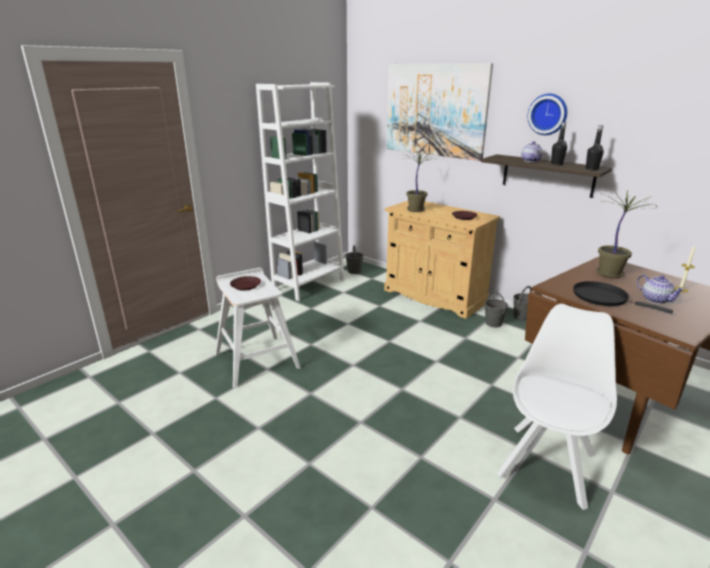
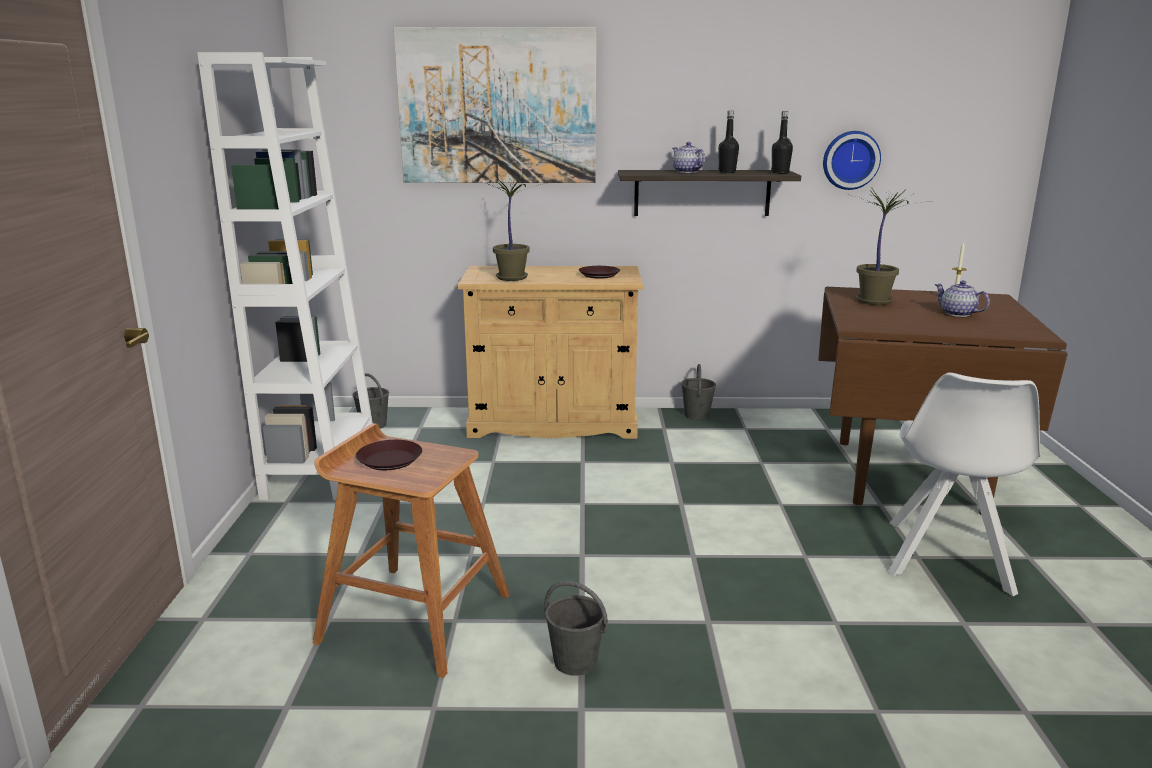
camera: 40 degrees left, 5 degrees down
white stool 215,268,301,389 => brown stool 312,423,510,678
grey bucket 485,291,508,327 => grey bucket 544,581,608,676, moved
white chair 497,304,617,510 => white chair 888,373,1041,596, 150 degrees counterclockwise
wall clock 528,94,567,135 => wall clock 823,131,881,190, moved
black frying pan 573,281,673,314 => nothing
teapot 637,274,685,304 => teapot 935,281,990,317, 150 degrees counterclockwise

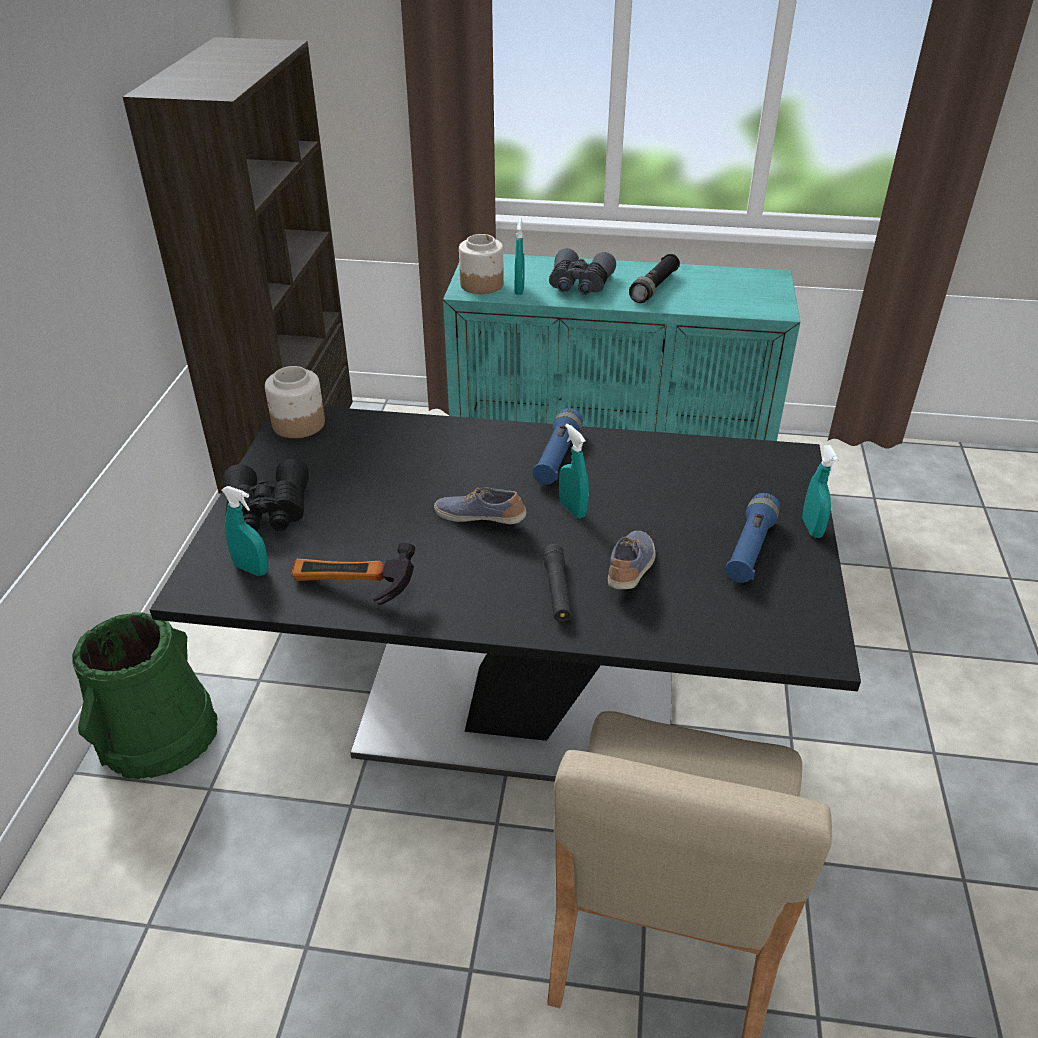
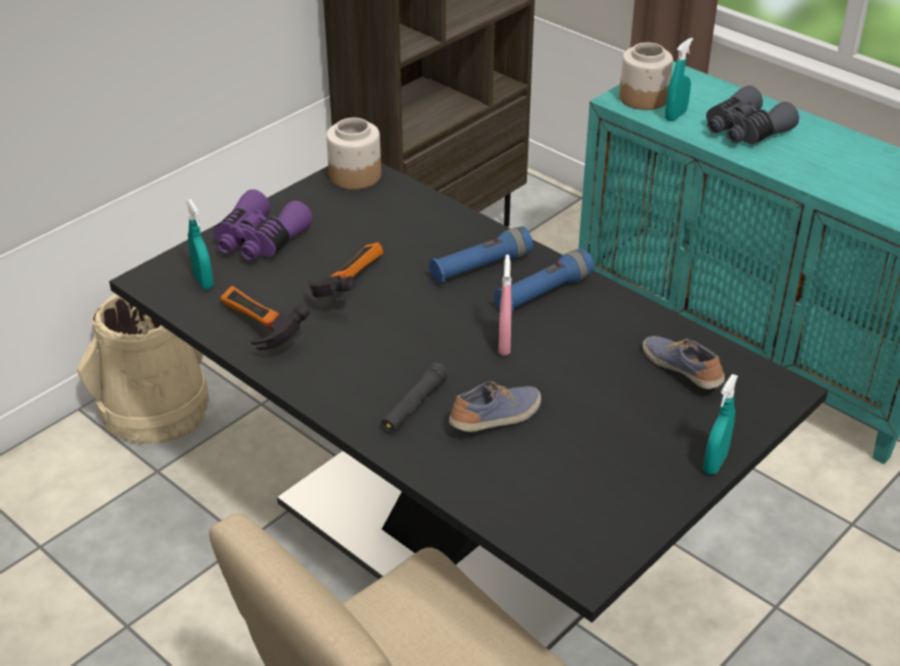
camera: 35 degrees right, 0 degrees up
green bucket 72,612,217,779 => beige bucket 77,294,210,444
black binoculars 223,459,309,531 => purple binoculars 213,189,313,260
shoe 434,487,527,524 => shoe 643,336,725,389, moved
turquoise spray bottle 559,424,589,518 => pink spray bottle 498,255,512,356
black flashlight 629,254,680,303 => nothing
blue flashlight 725,493,780,583 => blue flashlight 429,226,533,283, moved
nothing => hammer 308,242,383,298

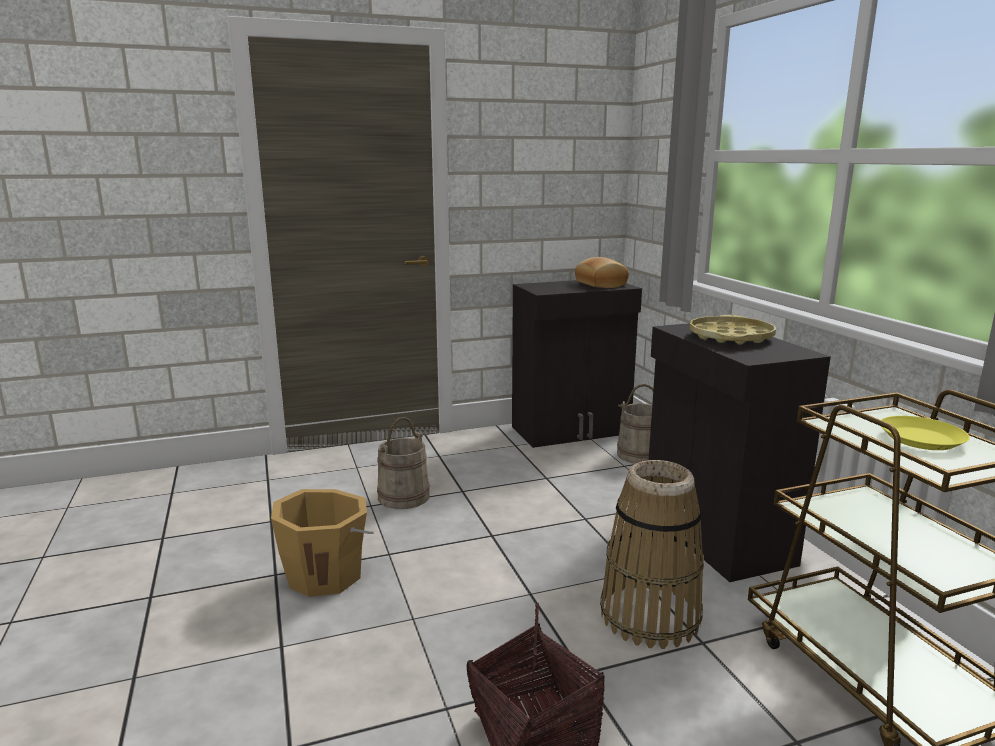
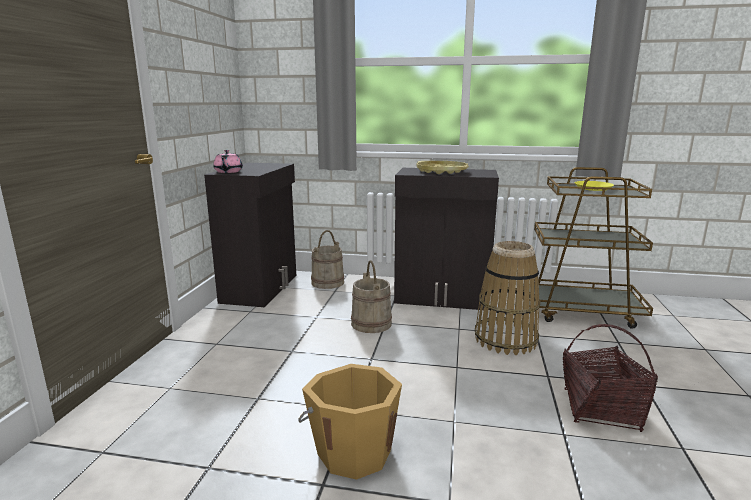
camera: 60 degrees left, 0 degrees up
beige bucket 377,417,430,509 => beige bucket 351,260,392,333, moved
bread 575,257,629,288 => nothing
nothing => pink teapot 213,150,243,173

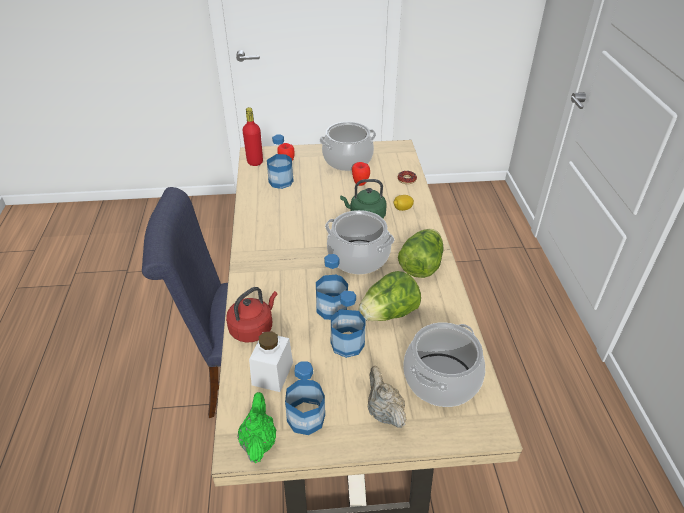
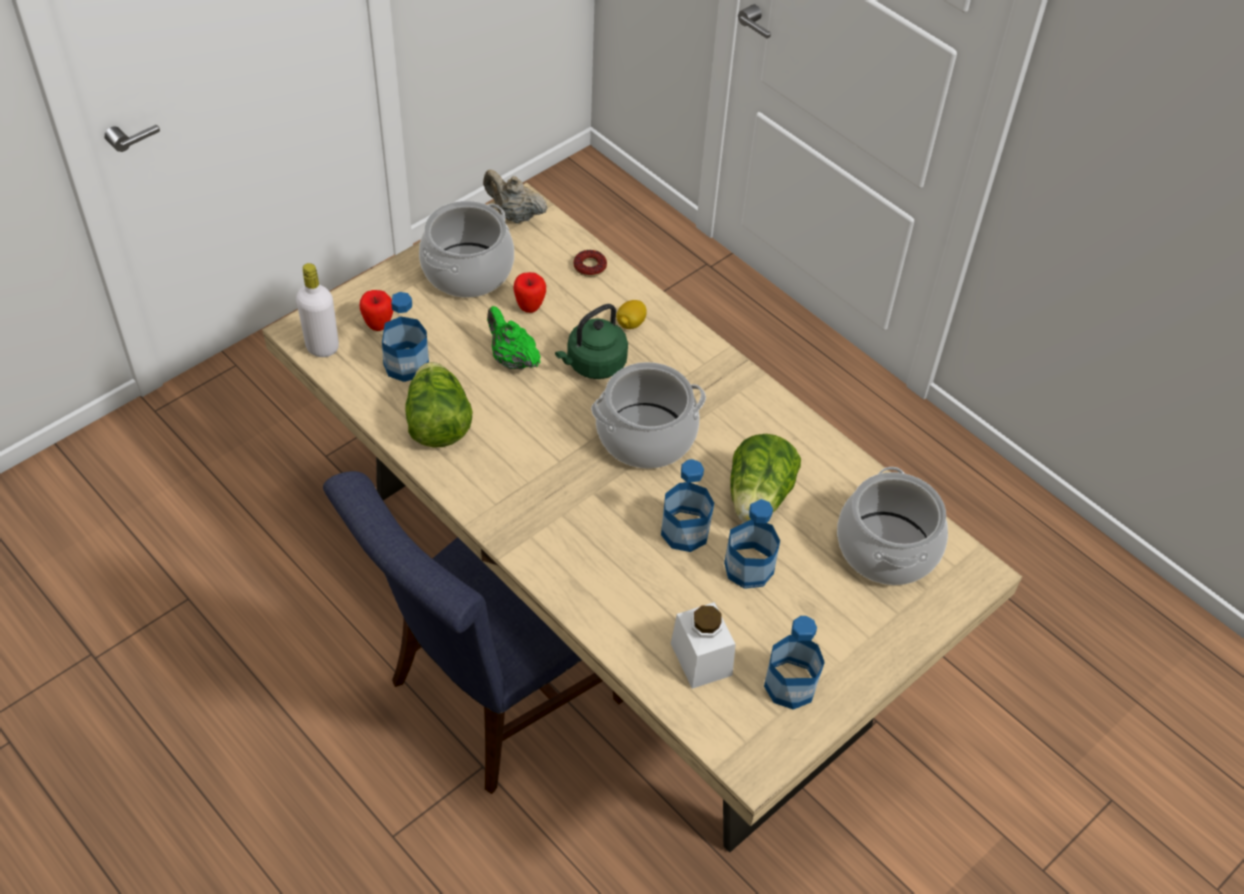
camera: 40 degrees left, 10 degrees up
red kettle 226,287,278,343 => nothing
green teapot 238,392,276,463 => green teapot 487,306,541,370, moved
red bottle 242,107,263,166 => white bottle 296,263,339,357
beige teapot 368,366,406,428 => beige teapot 483,170,548,224, moved
lettuce 398,229,444,278 => lettuce 405,362,472,448, moved

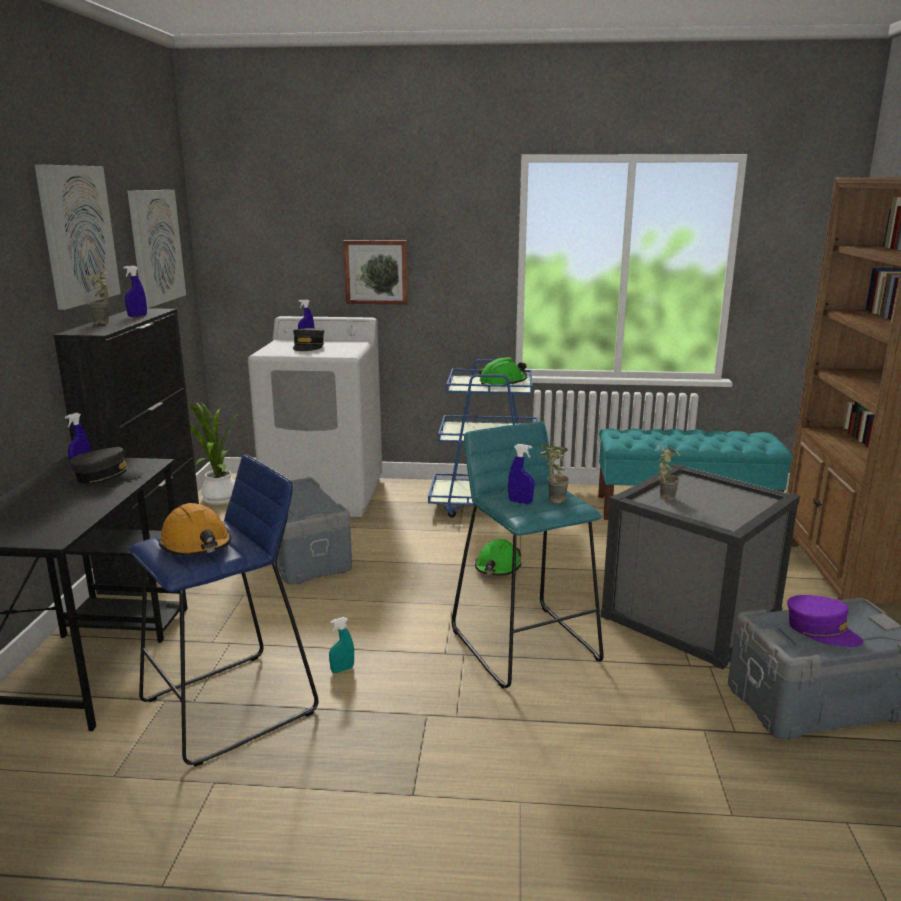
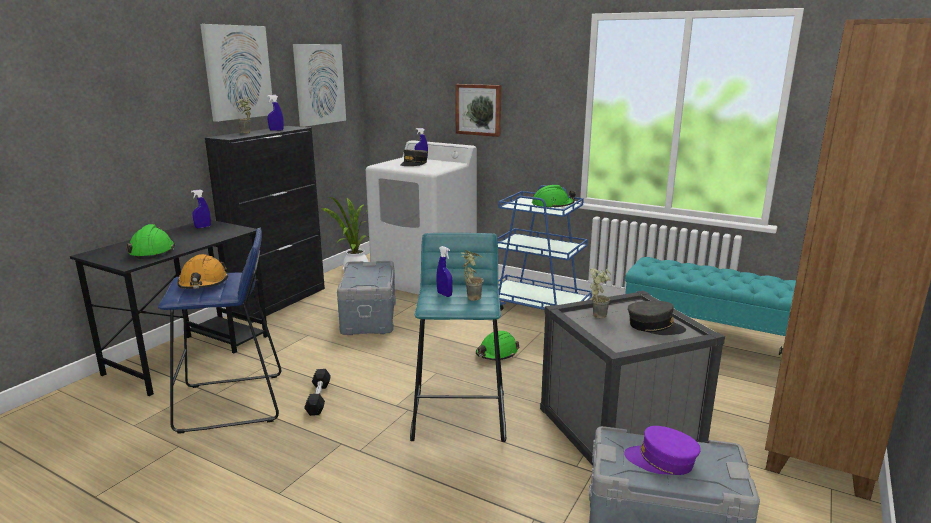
camera: 25 degrees right, 0 degrees up
grey cap 70,447,143,485 => grey cap 628,301,686,335, moved
turquoise spray bottle 329,617,354,673 => black dumbbell 304,369,331,416
purple cap 787,595,863,647 => purple cap 624,426,701,475, 135 degrees clockwise
nothing => green hard hat 126,224,175,259

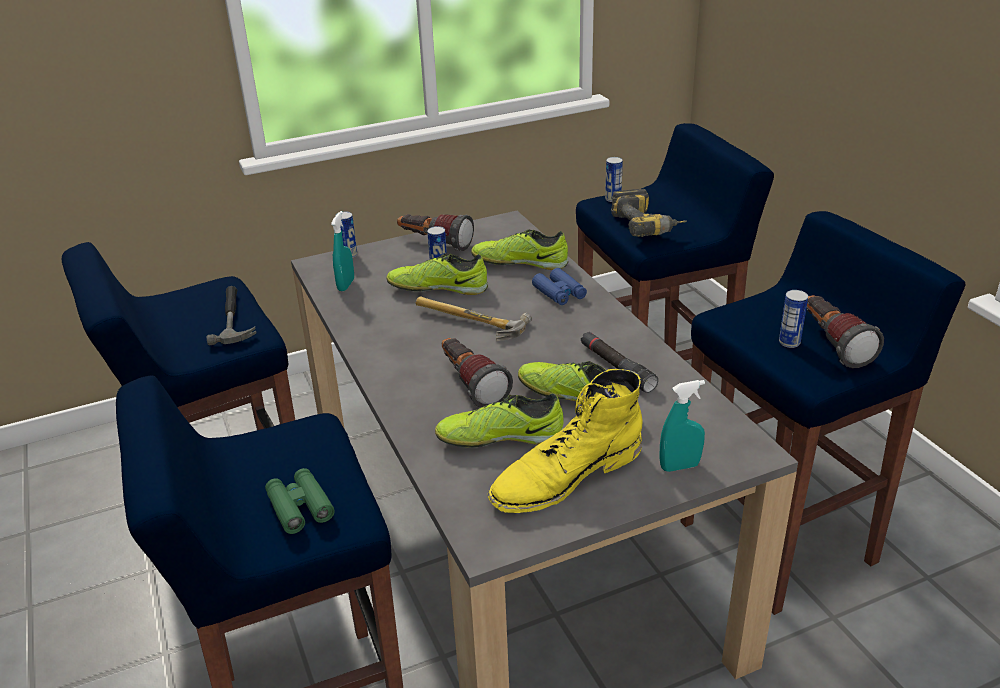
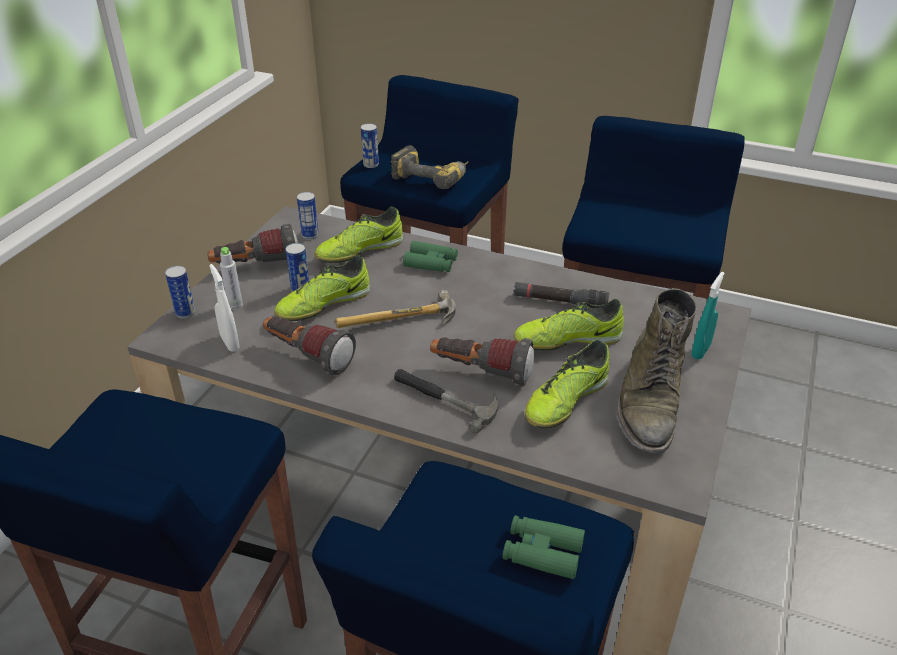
camera: 45 degrees left, 5 degrees up
hammer 207,286,256,346 => hammer 394,369,498,433, moved
turquoise spray bottle 331,211,354,291 => white spray bottle 209,264,240,352
yellow boot 488,369,643,513 => green boot 616,288,697,454
blue binoculars 532,268,587,305 => green binoculars 403,241,458,272
can 779,290,808,348 => can 297,192,319,240, moved
flashlight 807,295,884,368 => flashlight 263,316,356,375, moved
nothing => grey bottle 220,247,243,310

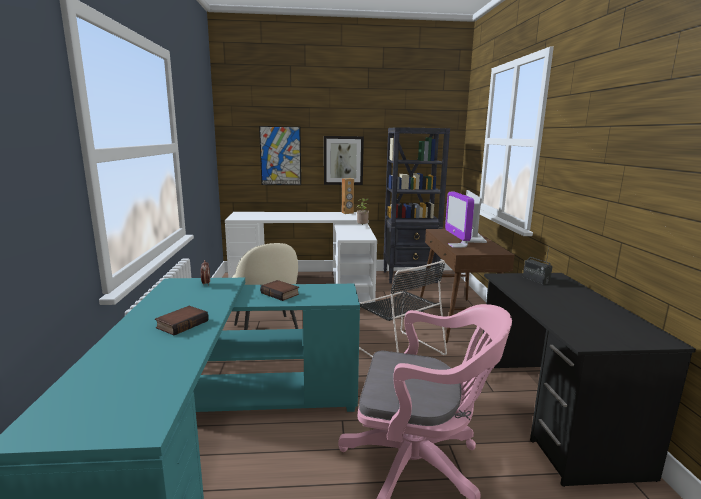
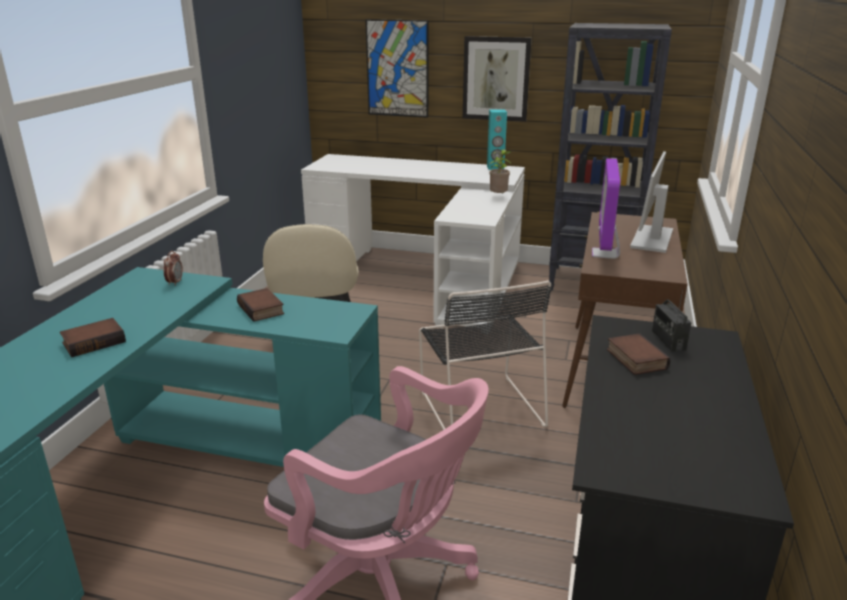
camera: 20 degrees right, 10 degrees up
brown speaker 342,178,354,214 => turquoise speaker 487,110,507,170
nothing => book 607,333,670,375

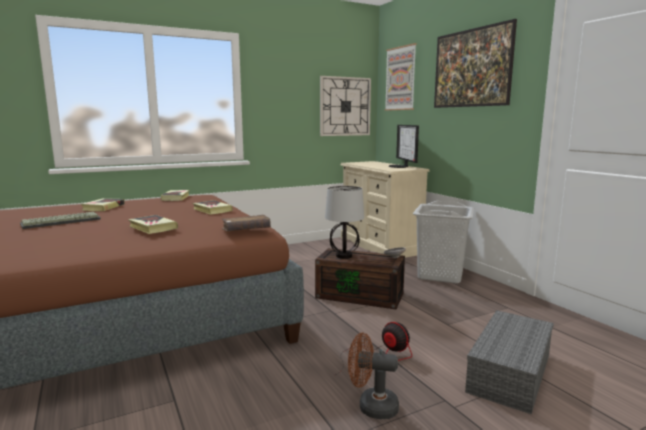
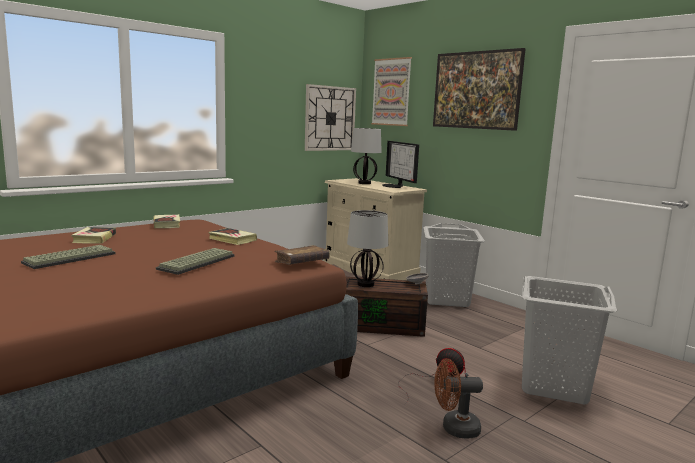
camera: 15 degrees left, 0 degrees up
book 128,215,178,234 => keyboard 156,248,235,275
grey storage box 465,310,554,414 => grey laundry basket 522,276,617,405
nothing => table lamp 351,128,382,184

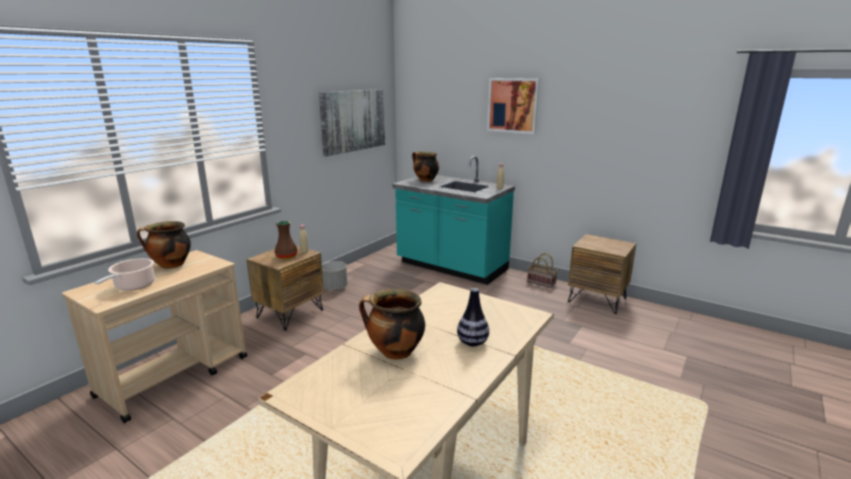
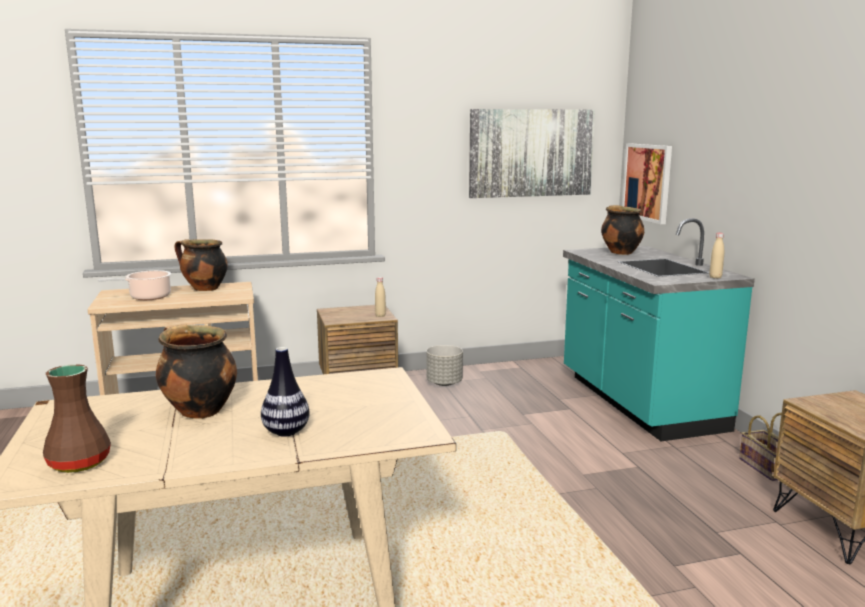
camera: 40 degrees right, 5 degrees down
brown vase 275,221,298,259 => brown vase 43,364,111,473, moved
picture 487,78,540,134 => picture 622,143,672,224, moved

